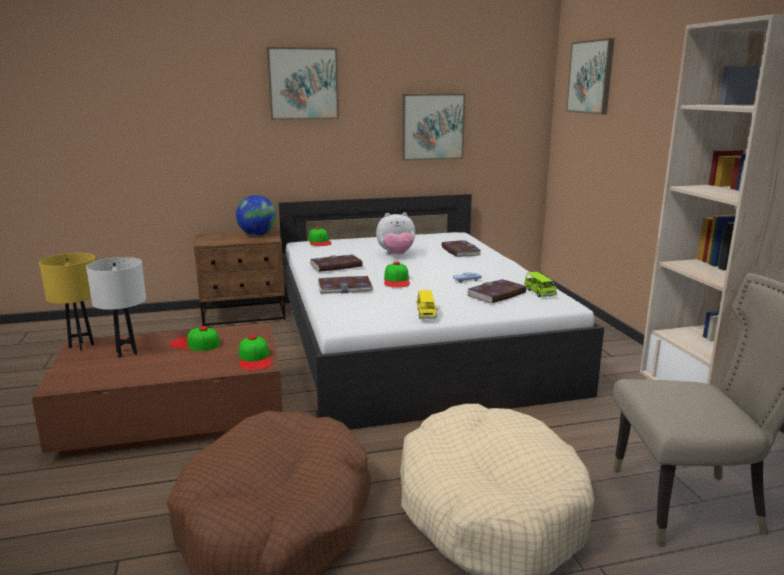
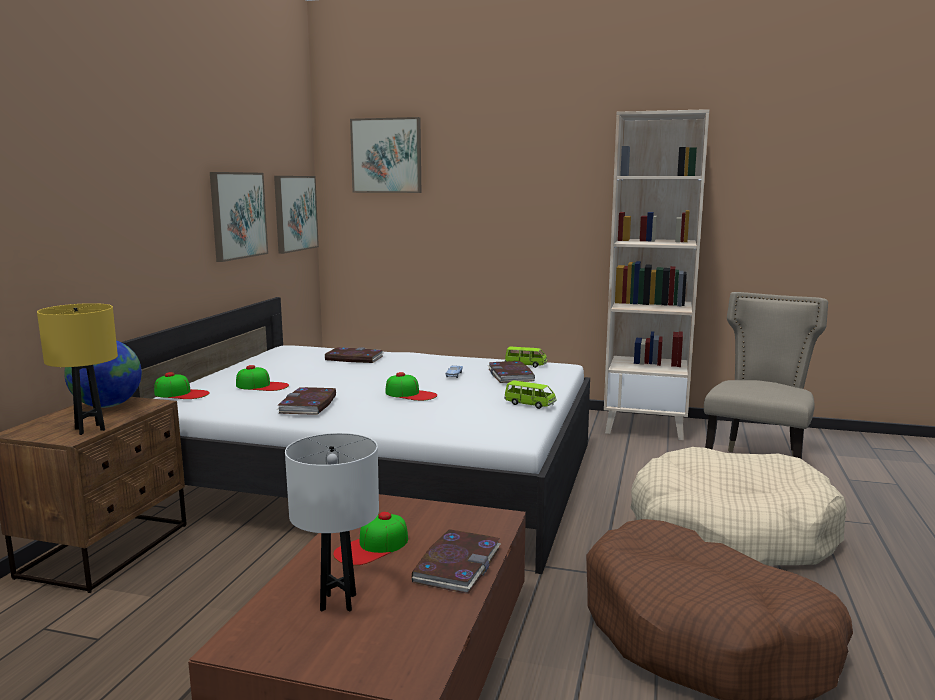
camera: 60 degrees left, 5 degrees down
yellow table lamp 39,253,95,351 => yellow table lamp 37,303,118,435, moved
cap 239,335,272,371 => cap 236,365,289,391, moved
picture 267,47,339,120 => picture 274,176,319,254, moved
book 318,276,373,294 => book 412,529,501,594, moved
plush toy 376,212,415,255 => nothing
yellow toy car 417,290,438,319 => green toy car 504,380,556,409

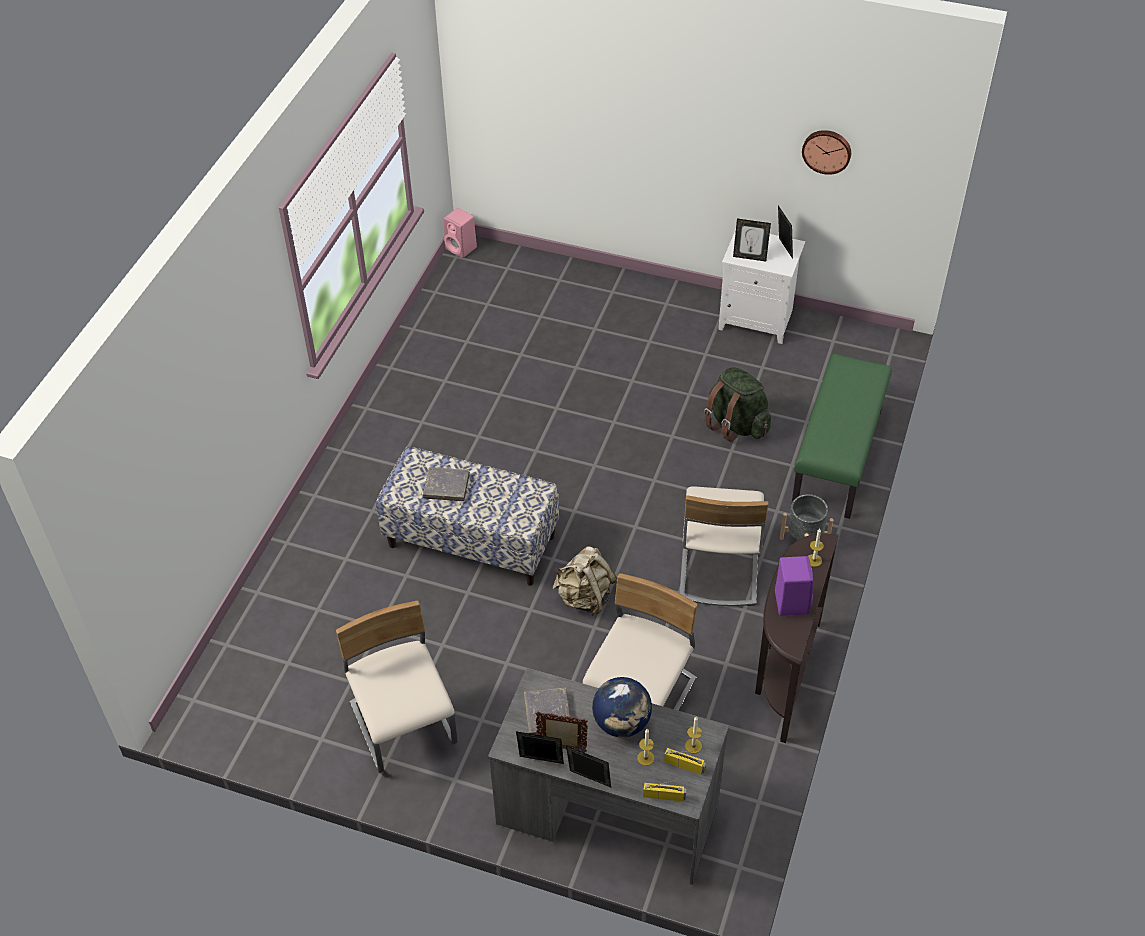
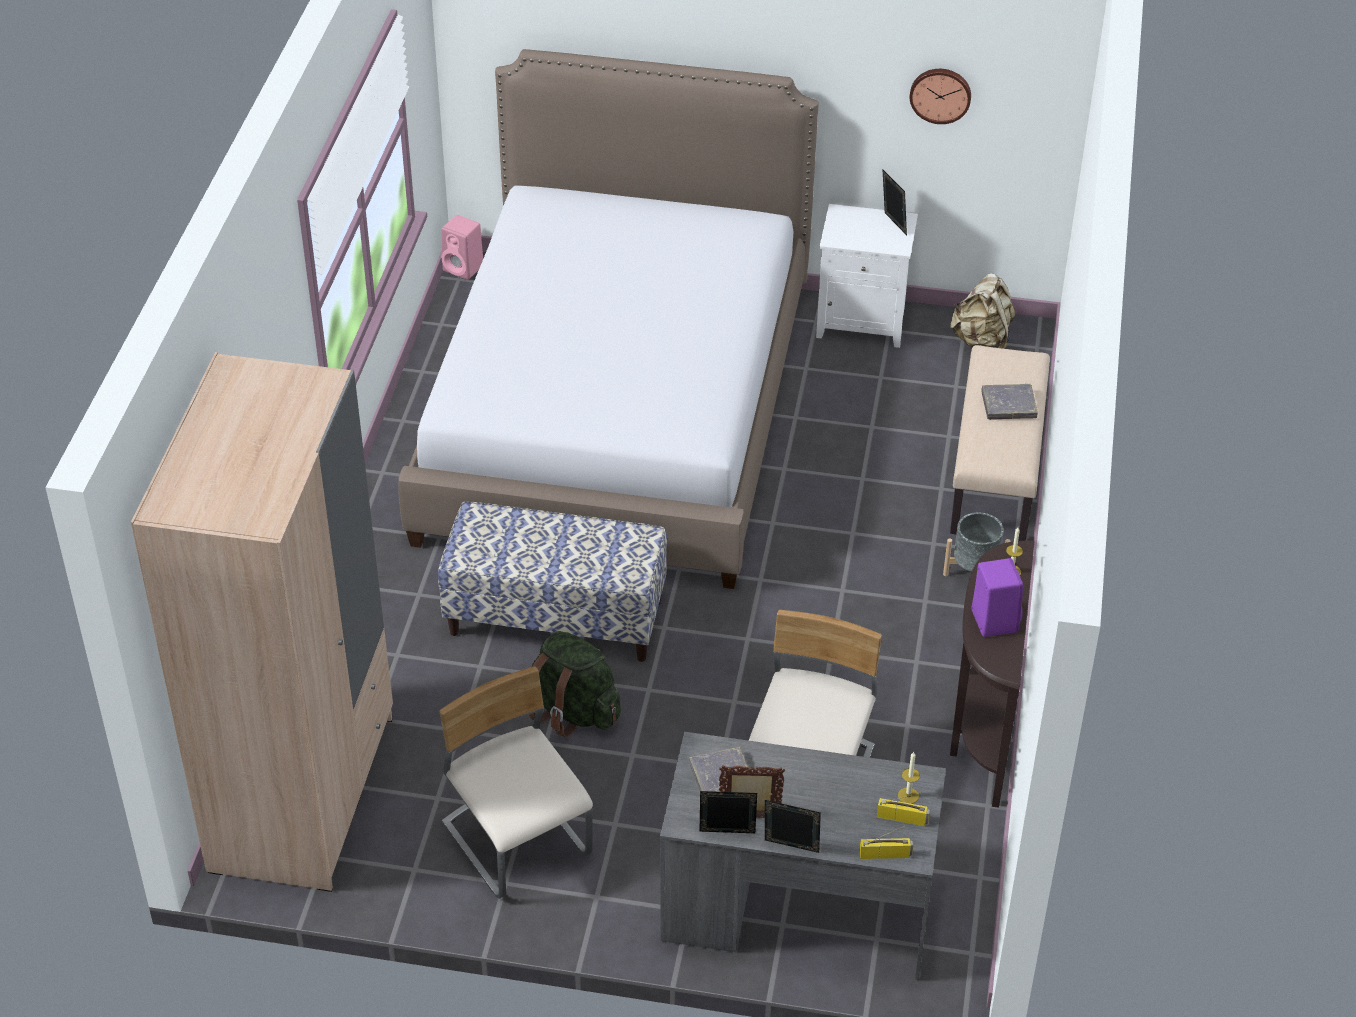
camera: 10 degrees left, 5 degrees down
grey book 423,467,470,501 => grey book 981,384,1038,420, moved
beige backpack 553,546,617,616 => beige backpack 950,273,1016,349, moved
globe 592,677,652,738 => nothing
candle 637,729,654,766 => nothing
beige chair 680,487,769,606 => nothing
green backpack 704,367,771,442 => green backpack 529,631,621,738, moved
picture frame 733,219,771,261 => nothing
green bench 792,354,892,519 => beige bench 950,345,1050,541
nothing => beige wardrobe 131,352,393,892
nothing => bed 398,49,819,589

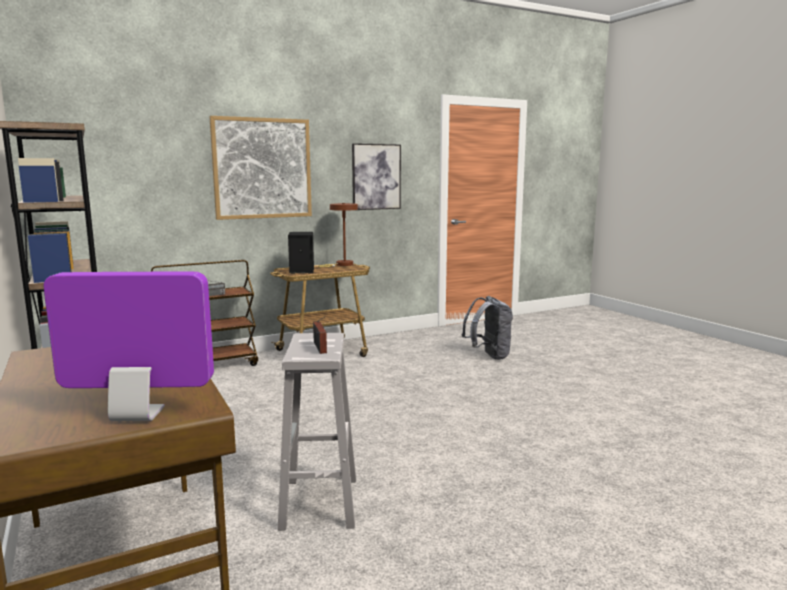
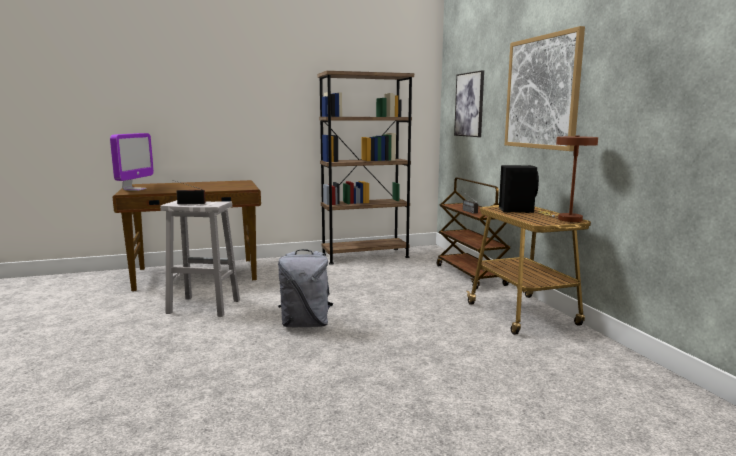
camera: 100 degrees right, 0 degrees up
picture 352,143,401,210 => picture 454,70,484,137, moved
grey backpack 462,296,513,360 => grey backpack 278,249,333,327, moved

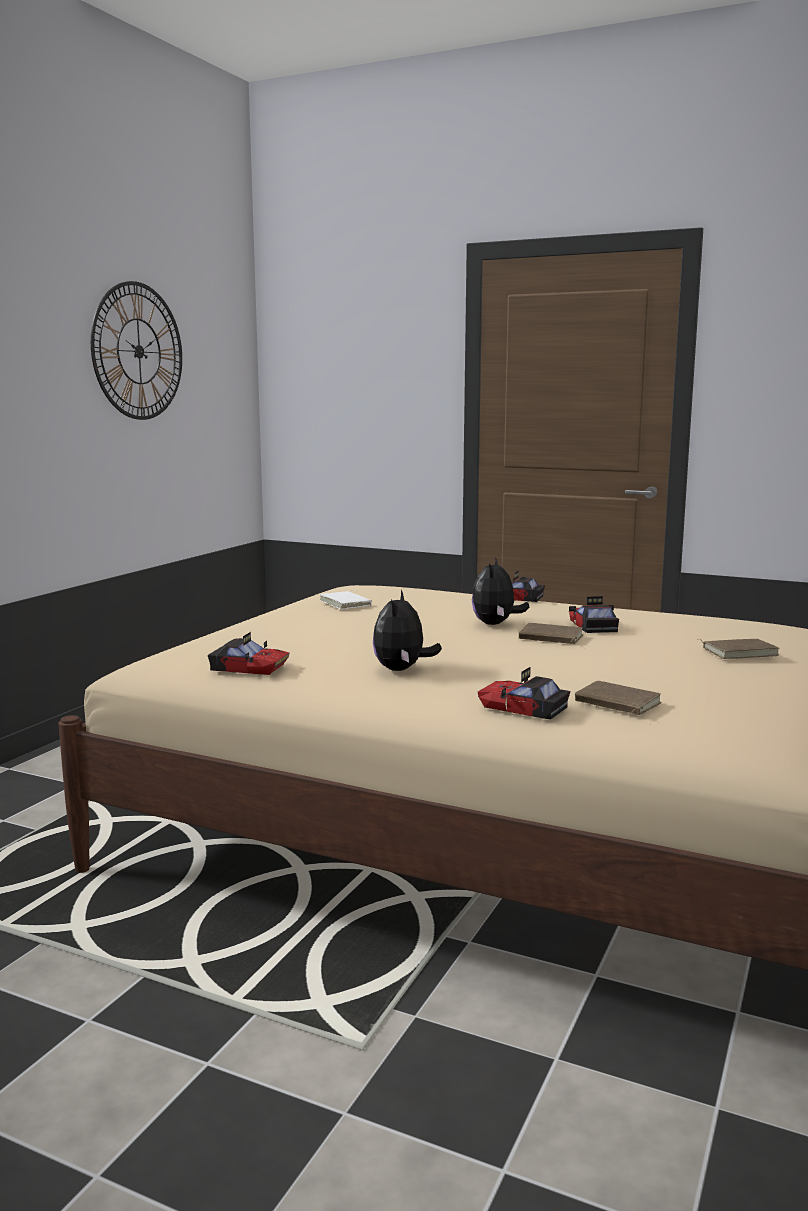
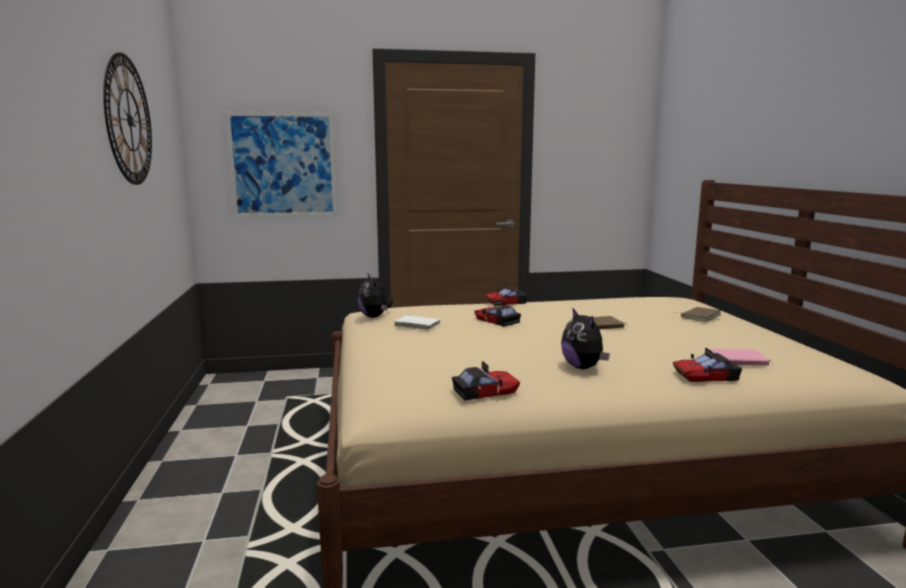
camera: 35 degrees left, 0 degrees up
plush toy 472,557,530,625 => plush toy 358,273,393,318, moved
toy car 569,596,619,633 => toy car 475,300,521,327, moved
brown book 575,681,662,715 => pink book 709,349,773,366
nothing => picture 226,112,337,217

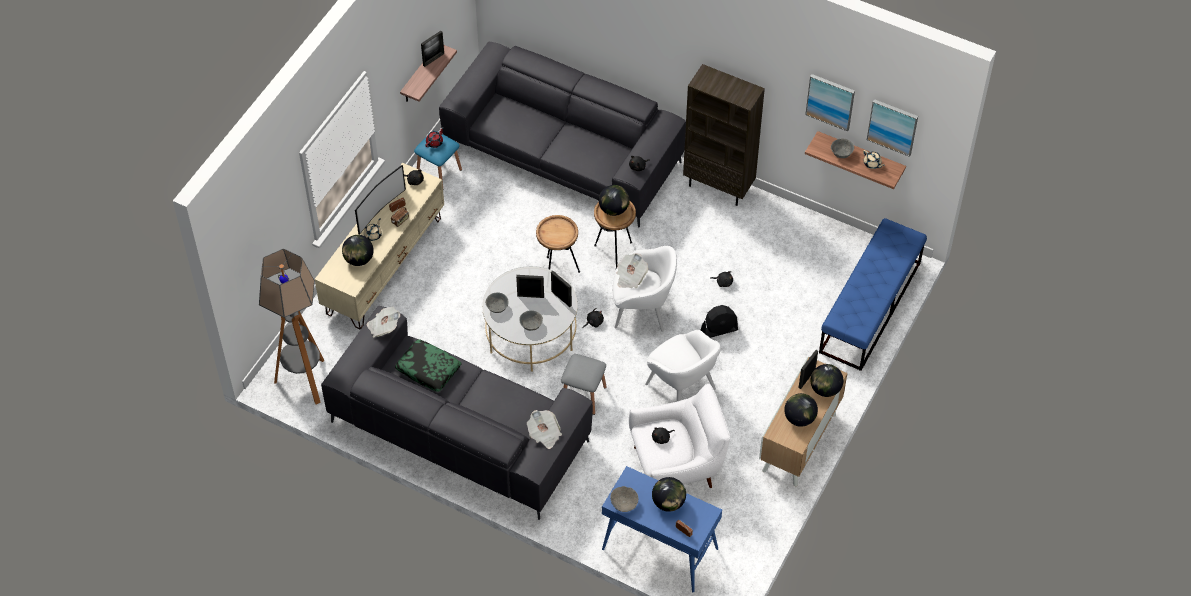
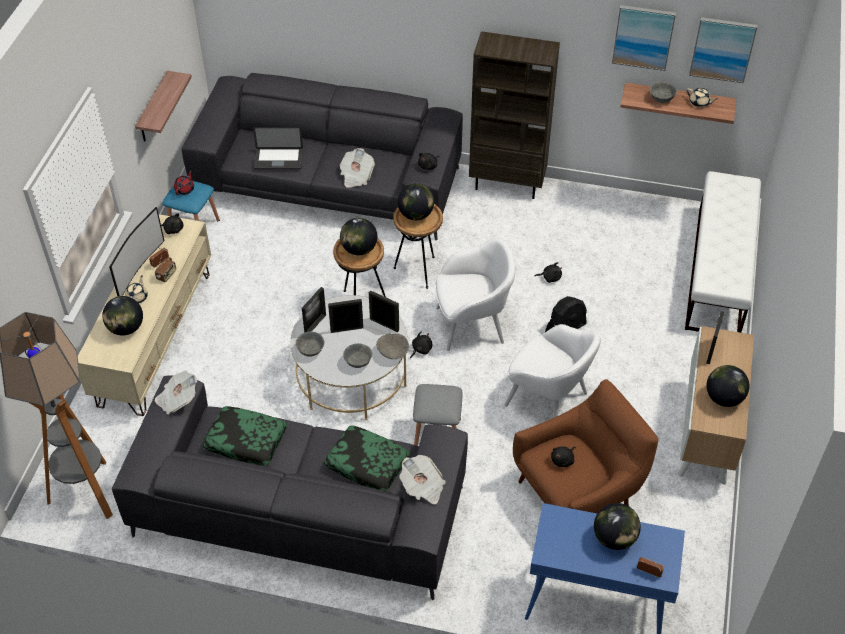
camera: 15 degrees left, 5 degrees down
picture frame 421,31,444,67 => picture frame 302,287,326,333, moved
grey bowl 610,486,638,512 => grey bowl 376,333,409,359, moved
newspaper 616,253,648,289 => newspaper 340,148,375,188, moved
white armchair 629,384,730,488 => brown armchair 513,379,659,513
globe 810,364,844,397 => globe 340,218,377,255, moved
blue bench 819,218,927,371 => white bench 685,171,761,333
nothing => laptop 253,127,303,170
nothing => pillow 324,425,411,491

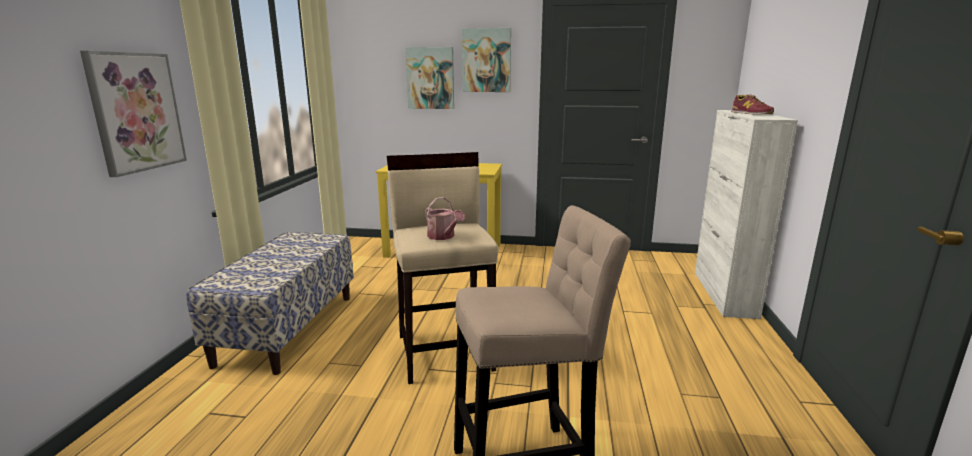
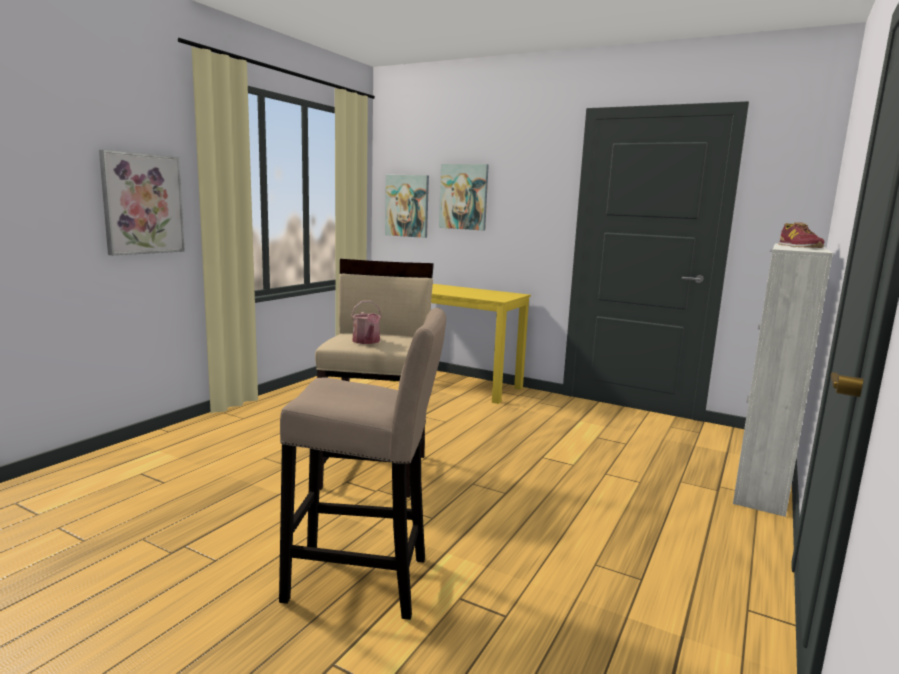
camera: 20 degrees right, 5 degrees down
bench 186,232,354,375 => nothing
picture 462,28,511,92 => picture 385,175,429,238, moved

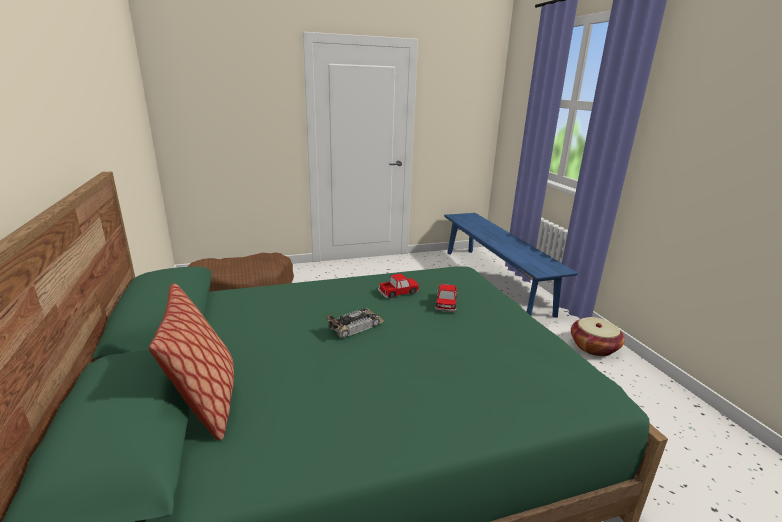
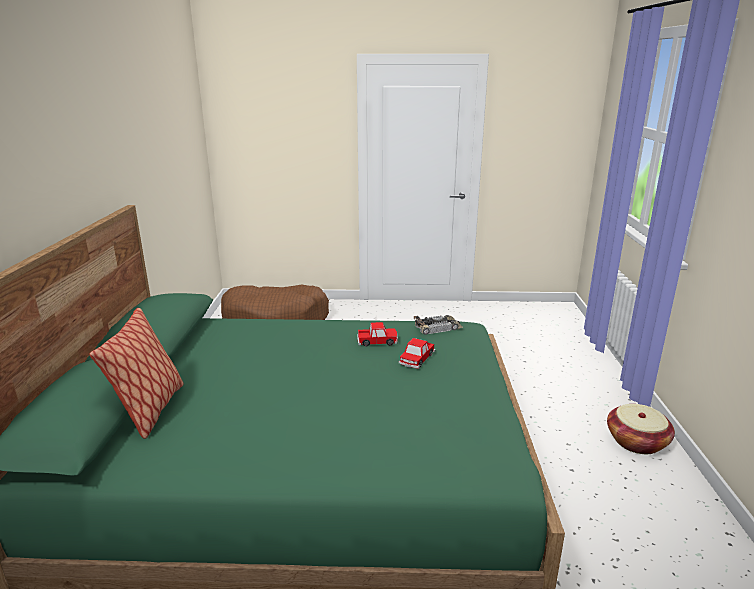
camera: 20 degrees right, 0 degrees up
toy car 327,308,384,338 => toy car 414,315,463,335, moved
blue bench 444,213,578,318 => nothing

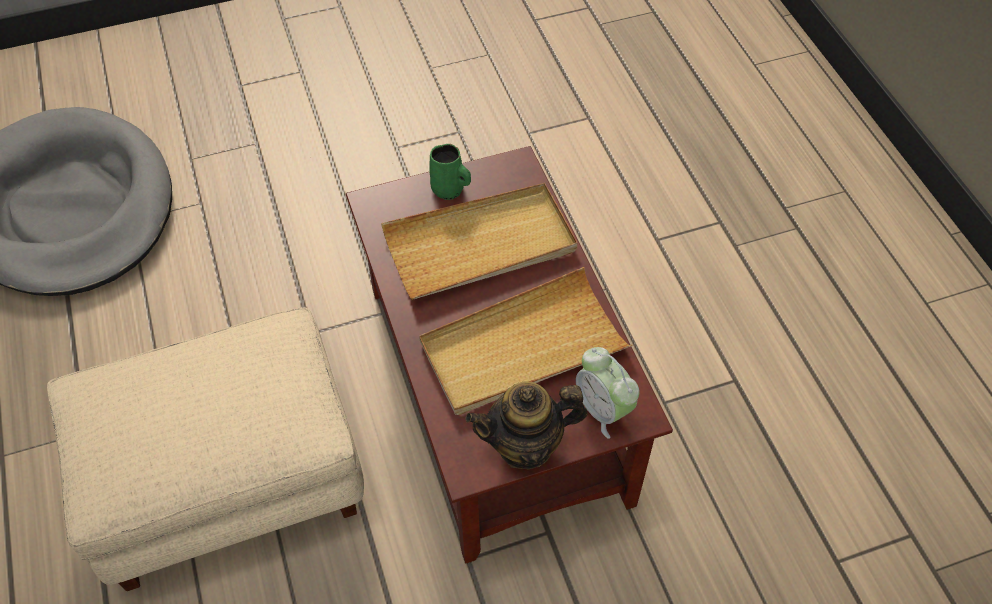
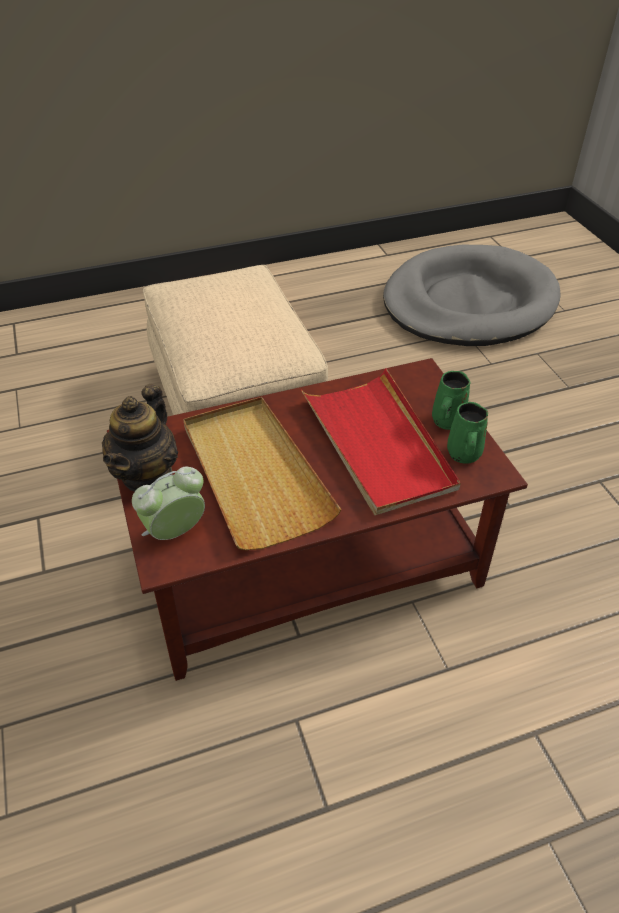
camera: 90 degrees right, 10 degrees down
beige tray 381,183,577,300 => red tray 301,368,461,515
teapot 465,381,588,470 => teapot 102,384,178,492, 150 degrees counterclockwise
nothing => green mug 447,402,488,464

